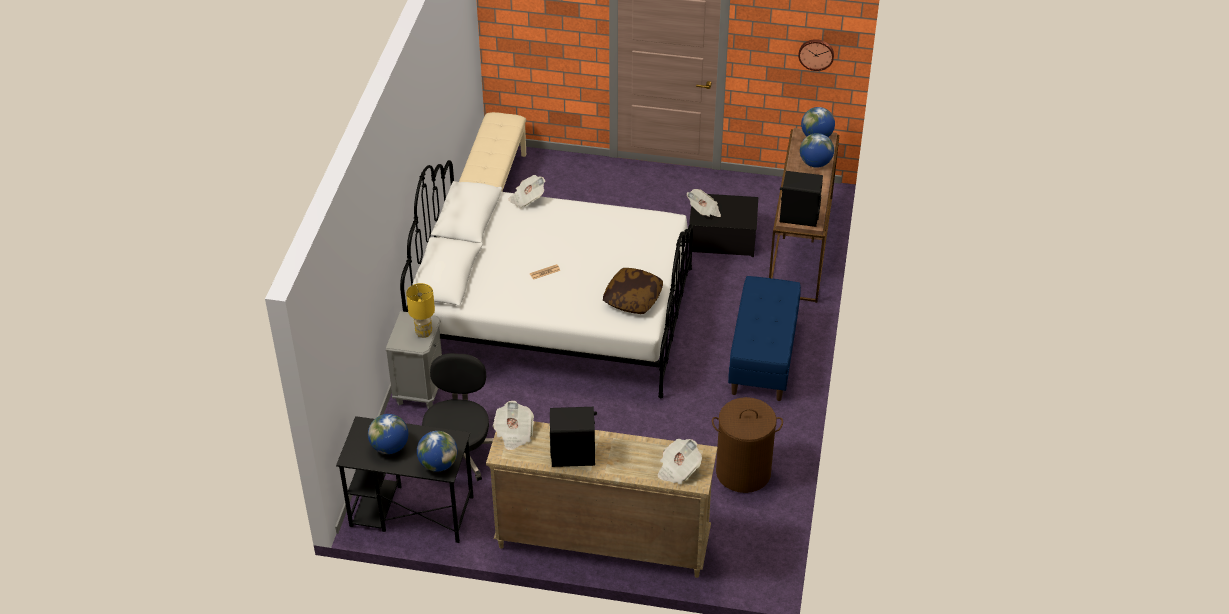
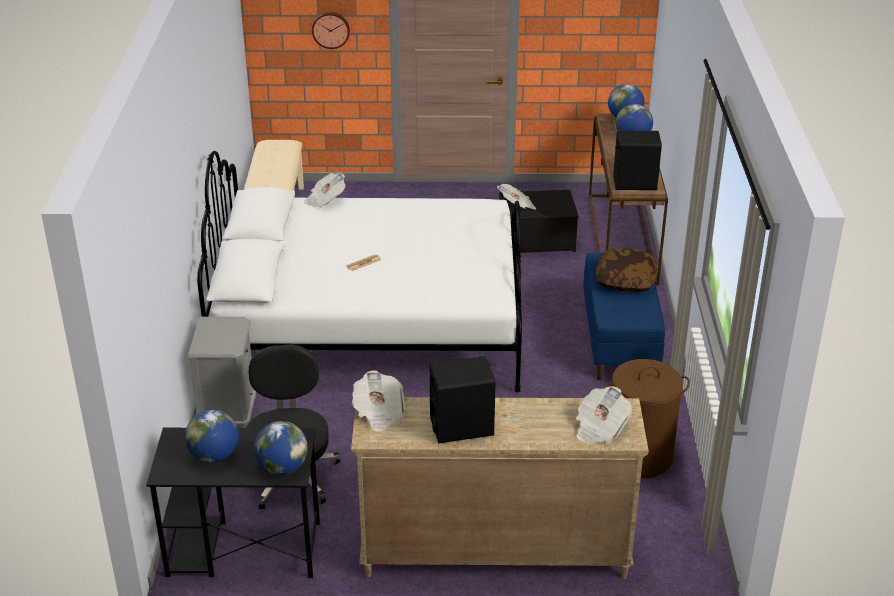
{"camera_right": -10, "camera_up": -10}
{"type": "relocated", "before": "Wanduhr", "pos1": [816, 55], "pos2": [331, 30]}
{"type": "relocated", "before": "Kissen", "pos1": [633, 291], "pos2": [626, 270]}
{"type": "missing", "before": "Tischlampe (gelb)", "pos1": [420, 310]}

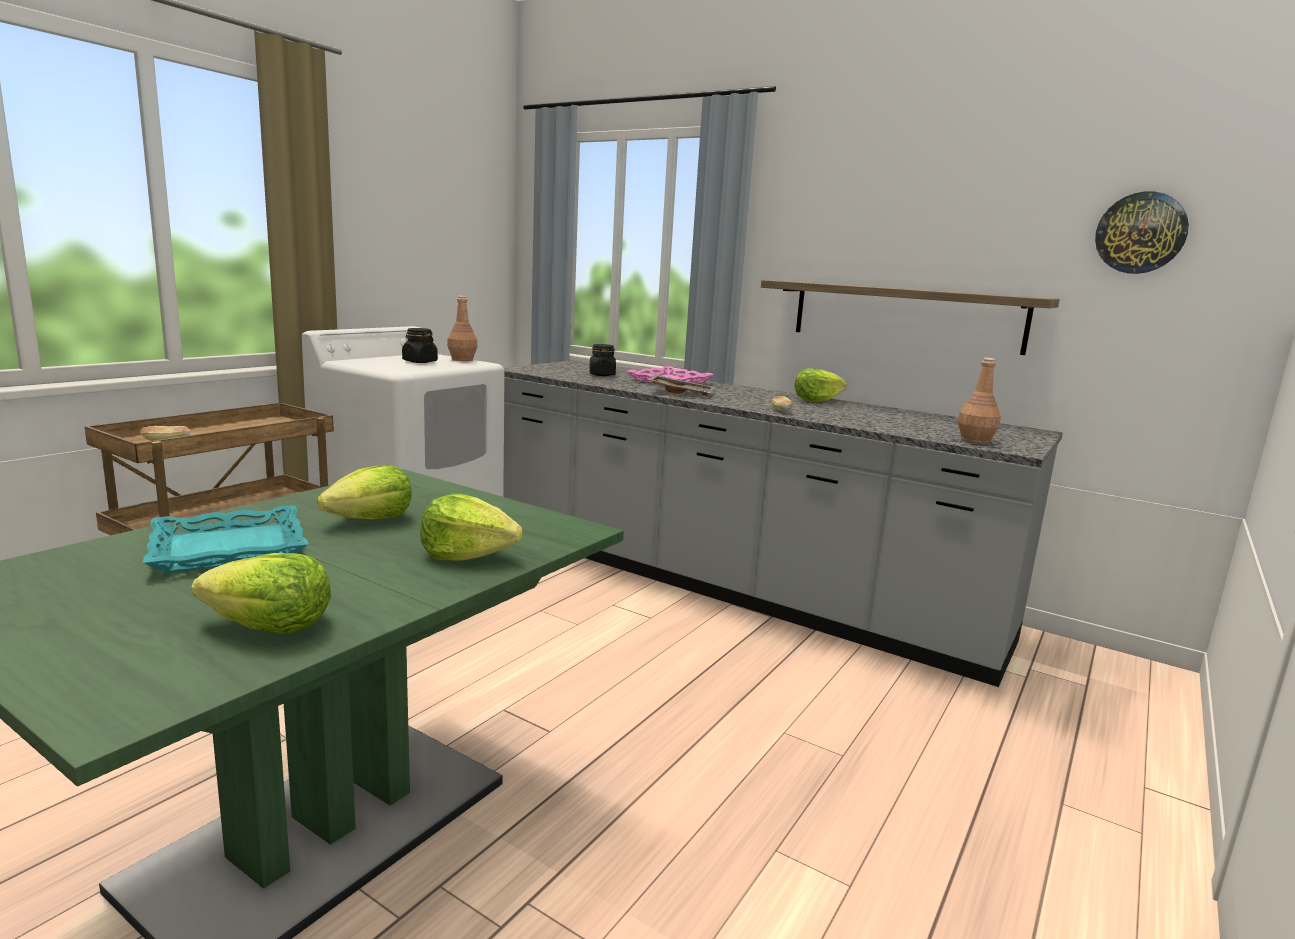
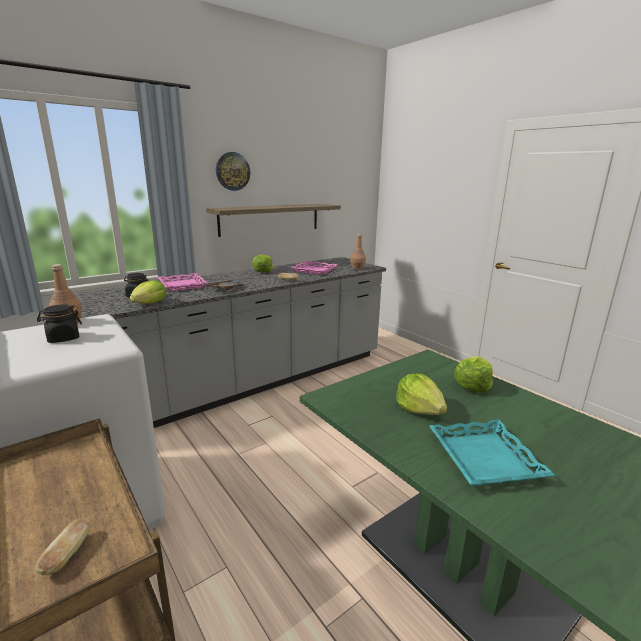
{"camera_right": -70, "camera_up": 5}
{"type": "relocated", "before": "Salatkopf", "pos1": [261, 593], "pos2": [148, 292]}
{"type": "relocated", "before": "Wanduhr", "pos1": [1142, 233], "pos2": [233, 171]}
{"type": "appeared", "after": "Tablett (rosa)", "pos2": [314, 268]}

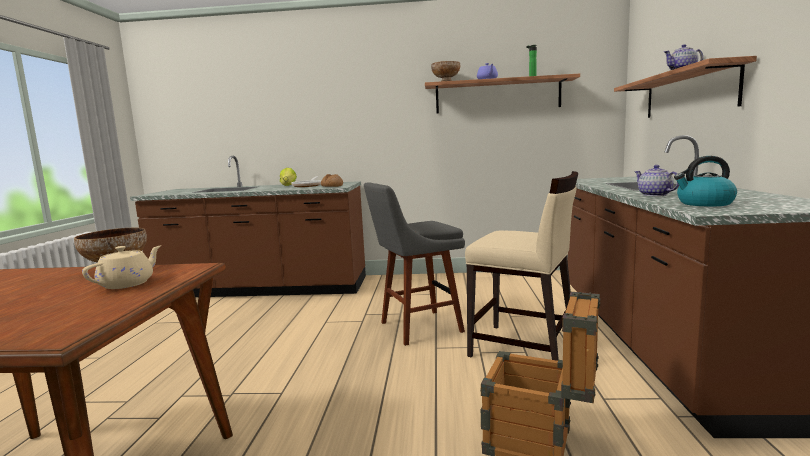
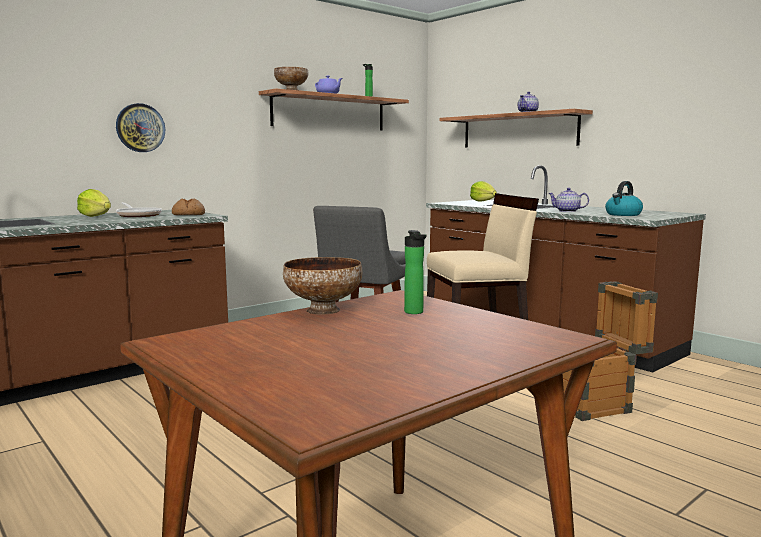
{"camera_right": -45, "camera_up": 0}
{"type": "appeared", "after": "Wanduhr", "pos2": [140, 127]}
{"type": "exchanged", "before": "Teekanne (beige)", "after": "Flasche", "pos1": [121, 267], "pos2": [415, 272]}
{"type": "appeared", "after": "Salatkopf", "pos2": [483, 191]}

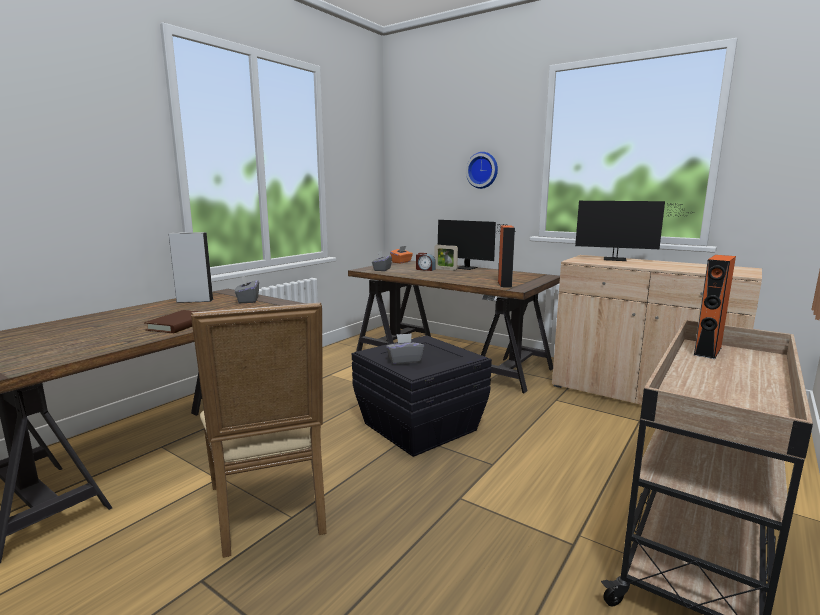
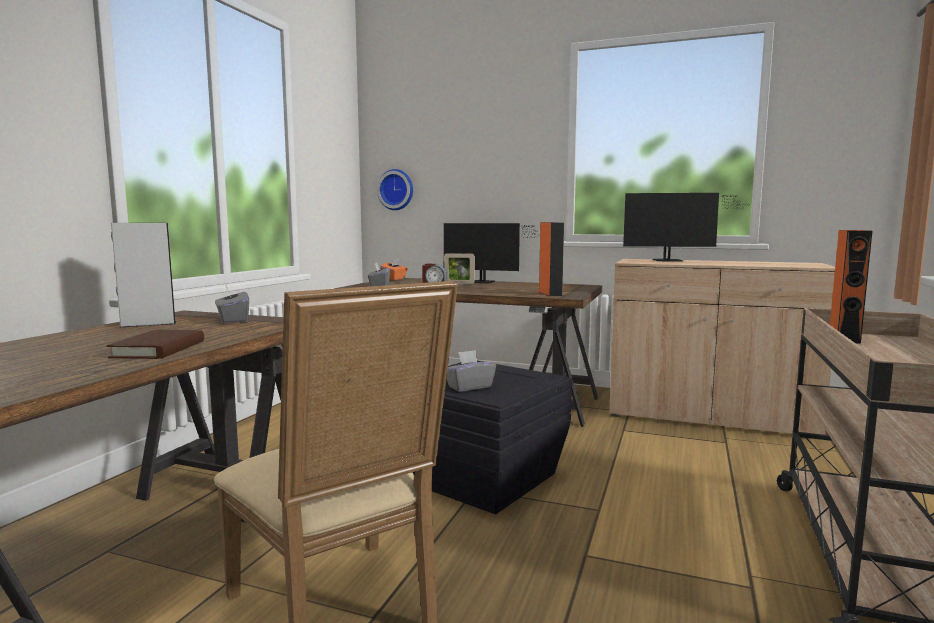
{"camera_right": -15, "camera_up": -5}
{"type": "relocated", "before": "Wanduhr", "pos1": [482, 170], "pos2": [395, 189]}

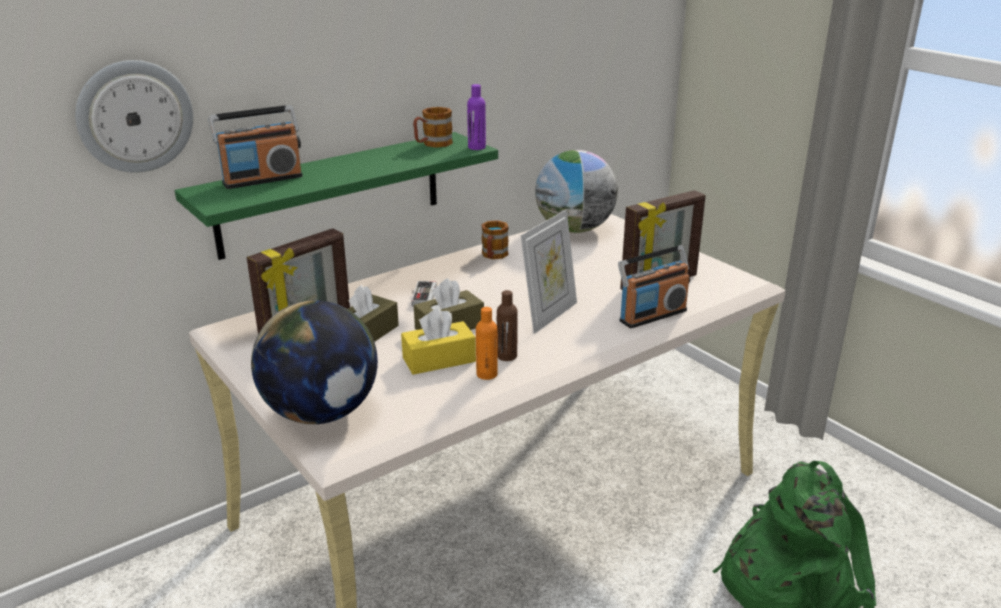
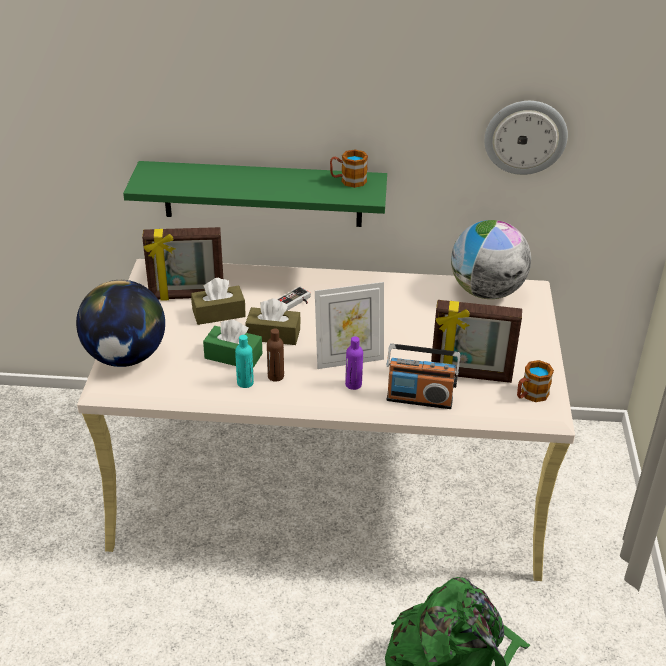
{"camera_right": 40, "camera_up": 10}
{"type": "colour", "before": "Taschentuchbox (gelb)", "after": "Taschentuchbox (grün)", "pos1": [438, 341], "pos2": [232, 344]}
{"type": "colour", "before": "Flasche (orange)", "after": "Flasche (türkis)", "pos1": [487, 343], "pos2": [244, 361]}
{"type": "relocated", "before": "Flasche (lila)", "pos1": [476, 117], "pos2": [354, 363]}
{"type": "relocated", "before": "Wanduhr", "pos1": [134, 116], "pos2": [526, 138]}
{"type": "relocated", "before": "Henkelbecher", "pos1": [495, 239], "pos2": [535, 381]}
{"type": "missing", "before": "Radio", "pos1": [256, 147]}

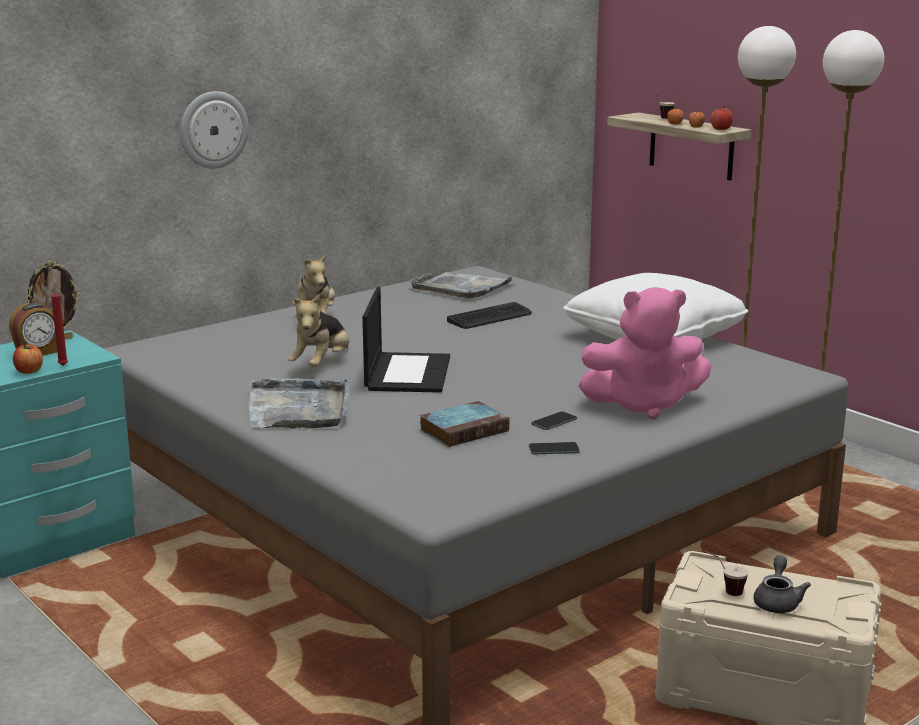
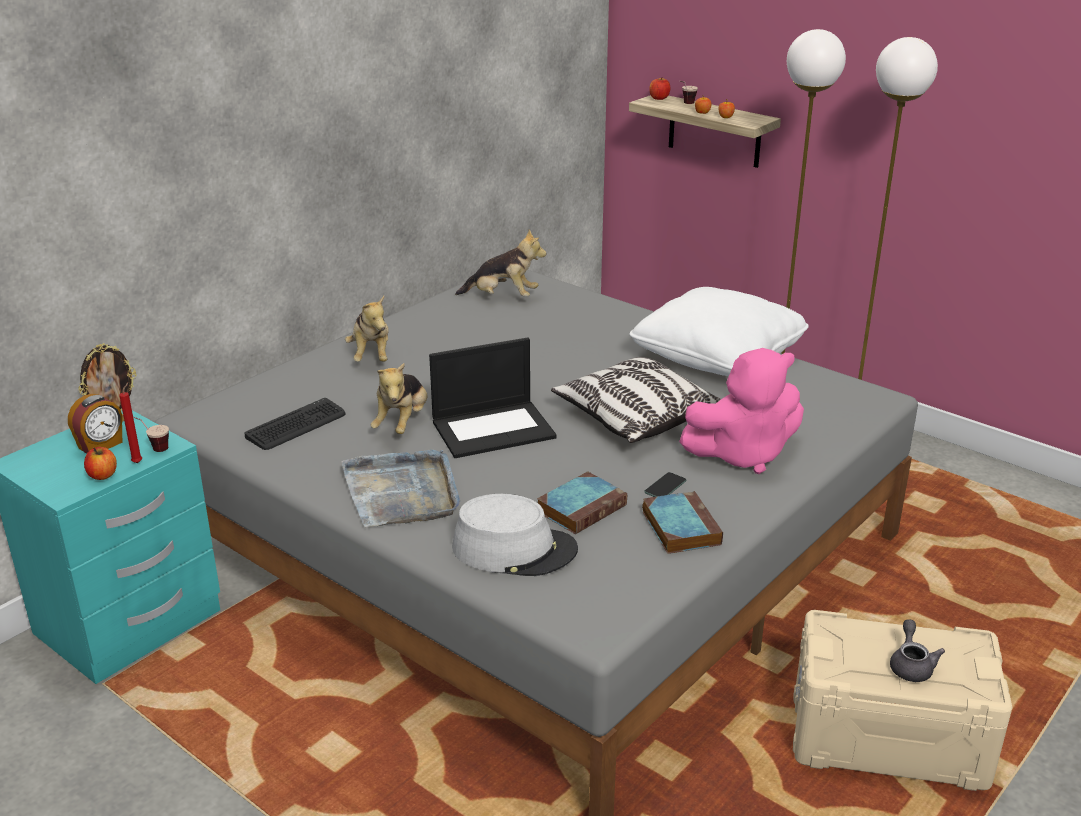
{"camera_right": -10, "camera_up": 10}
{"type": "relocated", "before": "Tasse", "pos1": [726, 573], "pos2": [151, 434]}
{"type": "relocated", "before": "Tastatur", "pos1": [489, 315], "pos2": [295, 424]}
{"type": "spun", "before": "Laptop", "pos1": [406, 340], "pos2": [493, 397], "turn": 75}
{"type": "appeared", "after": "Hut (grau)", "pos2": [515, 535]}
{"type": "exchanged", "before": "Tablett (grau)", "after": "Plüschtier", "pos1": [462, 285], "pos2": [500, 263]}
{"type": "appeared", "after": "Kissen", "pos2": [636, 399]}
{"type": "exchanged", "before": "Handy", "after": "Buch", "pos1": [554, 448], "pos2": [682, 522]}
{"type": "relocated", "before": "Apfel", "pos1": [722, 118], "pos2": [659, 88]}
{"type": "missing", "before": "Wanduhr", "pos1": [214, 130]}

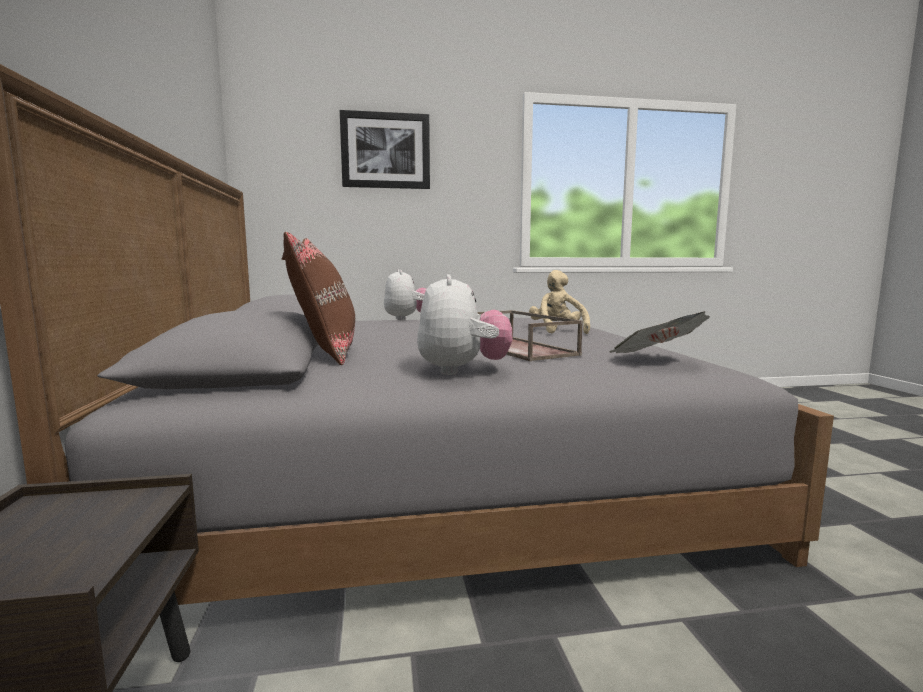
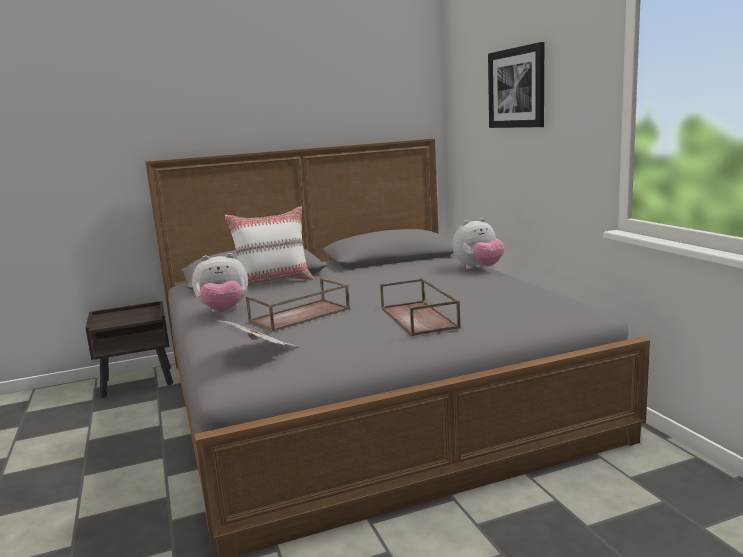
{"camera_right": 80, "camera_up": 5}
{"type": "colour", "before": "Kissen (braun)", "after": "Kissen (weiß)", "pos1": [318, 298], "pos2": [269, 246]}
{"type": "exchanged", "before": "Plüschtier (beige)", "after": "Tablett (braun)", "pos1": [559, 302], "pos2": [420, 307]}

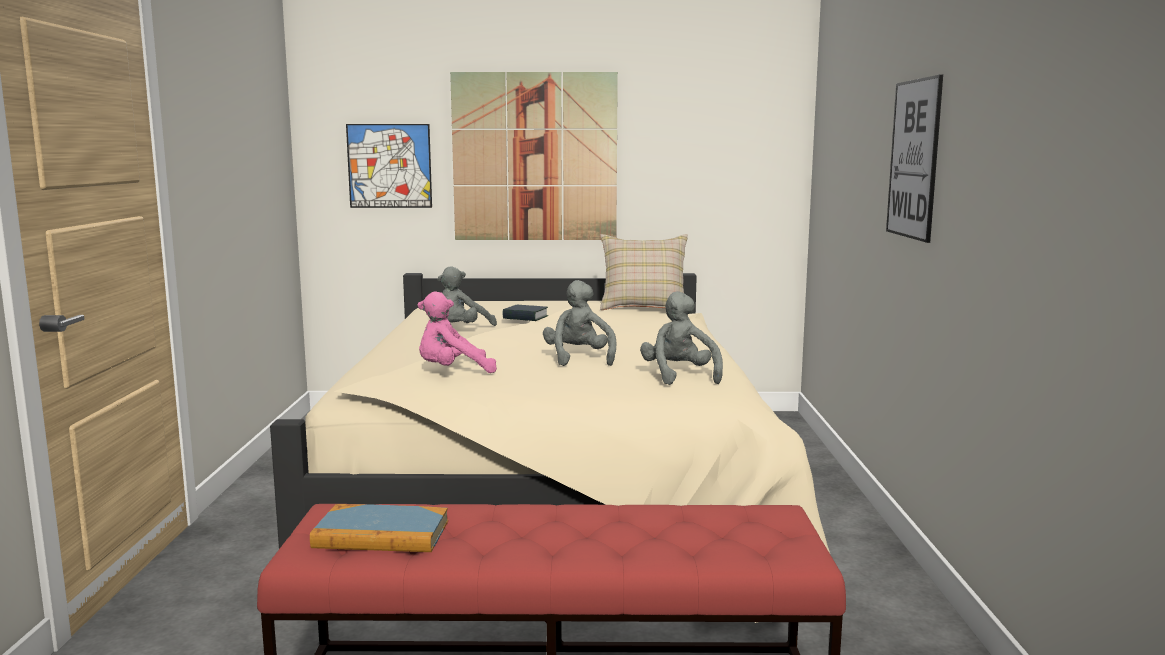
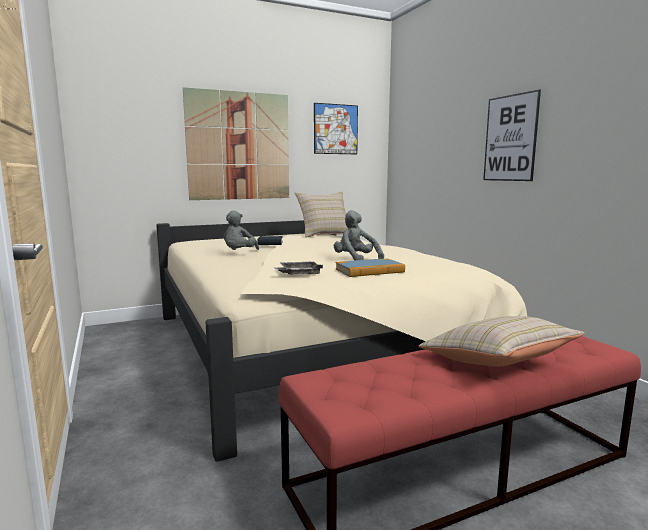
{"camera_right": -25, "camera_up": 0}
{"type": "exchanged", "before": "Plüschtier (rosa)", "after": "Tablett (grau)", "pos1": [457, 332], "pos2": [298, 268]}
{"type": "relocated", "before": "Bild", "pos1": [389, 166], "pos2": [336, 128]}
{"type": "relocated", "before": "Buch", "pos1": [379, 528], "pos2": [370, 268]}
{"type": "appeared", "after": "Kissen (beige)", "pos2": [502, 341]}
{"type": "missing", "before": "Plüschtier (grau)", "pos1": [681, 338]}

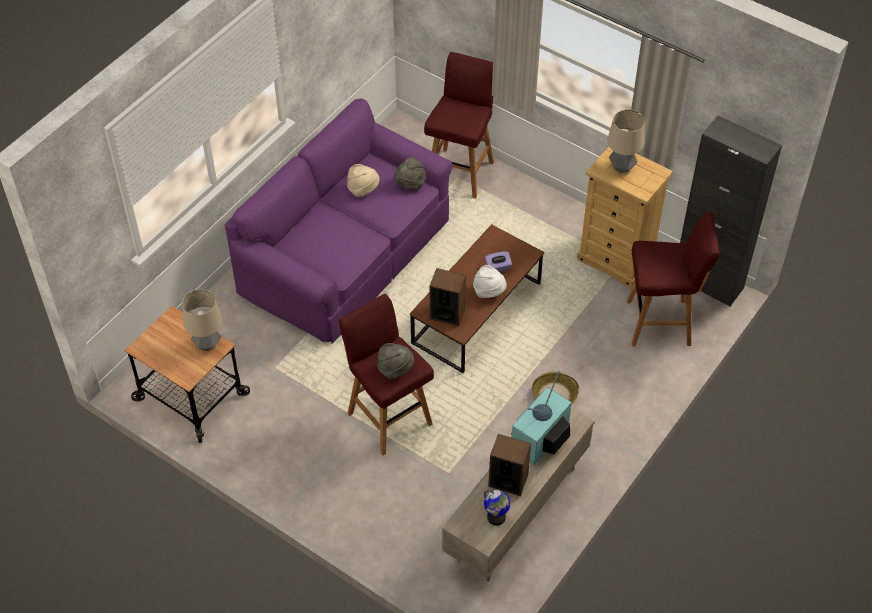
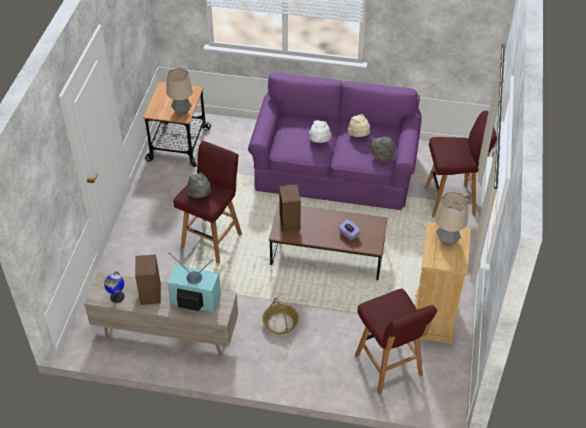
{"camera_right": 65, "camera_up": -5}
{"type": "relocated", "before": "Hut (weiß)", "pos1": [490, 281], "pos2": [320, 131]}
{"type": "missing", "before": "Schrank (schwarz)", "pos1": [731, 211]}

